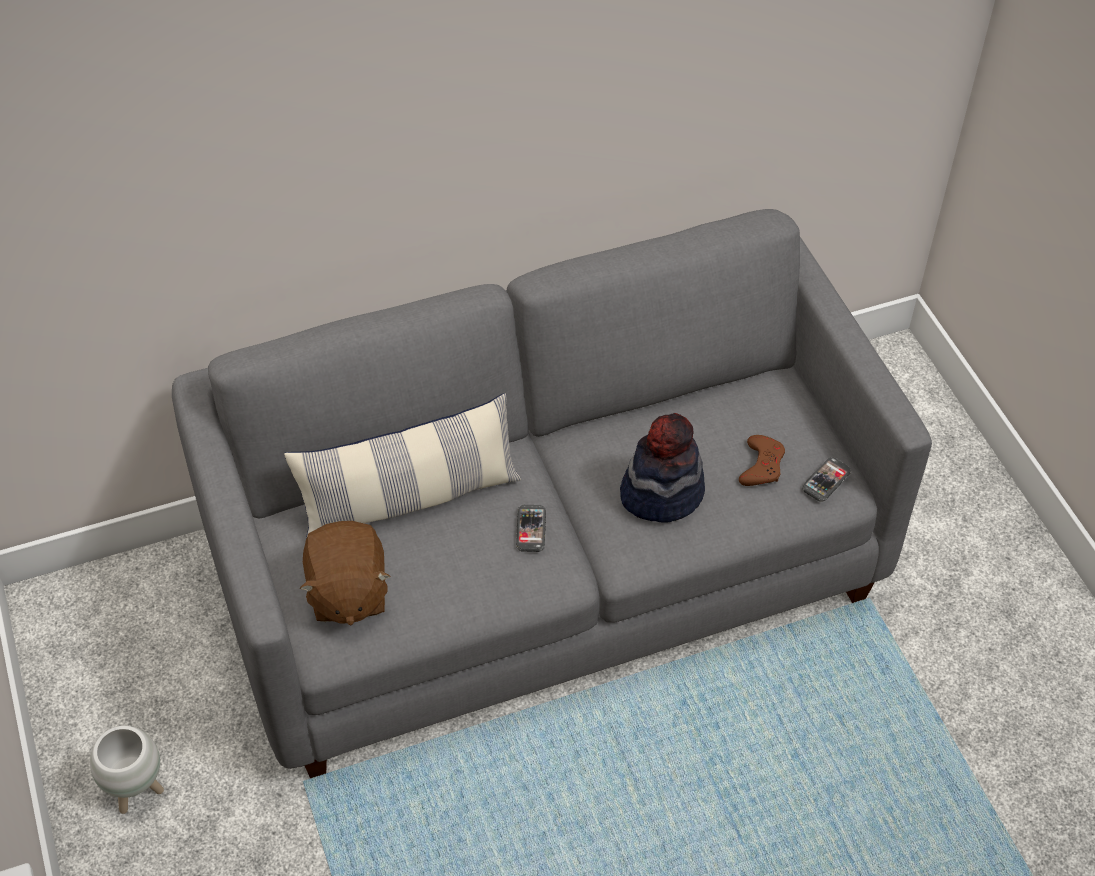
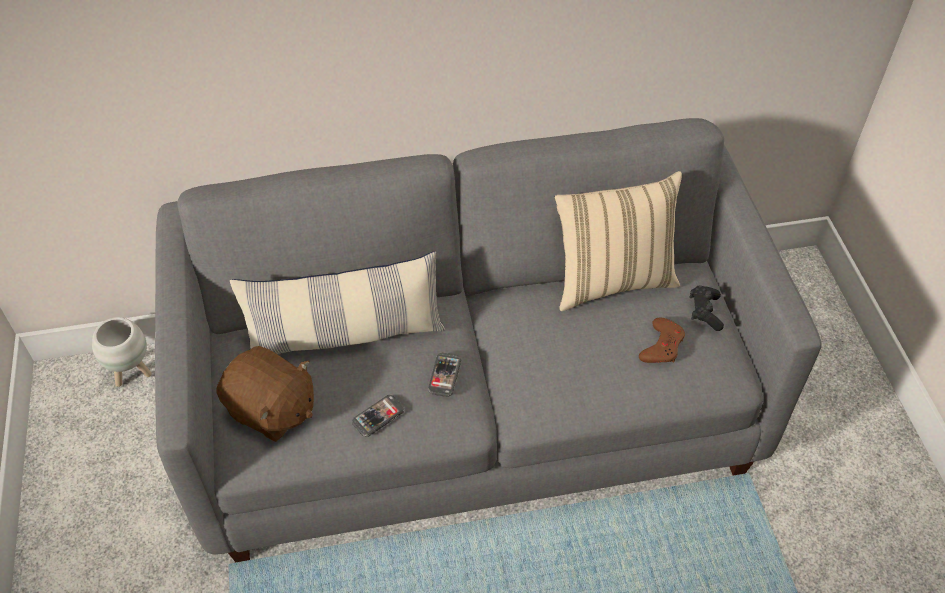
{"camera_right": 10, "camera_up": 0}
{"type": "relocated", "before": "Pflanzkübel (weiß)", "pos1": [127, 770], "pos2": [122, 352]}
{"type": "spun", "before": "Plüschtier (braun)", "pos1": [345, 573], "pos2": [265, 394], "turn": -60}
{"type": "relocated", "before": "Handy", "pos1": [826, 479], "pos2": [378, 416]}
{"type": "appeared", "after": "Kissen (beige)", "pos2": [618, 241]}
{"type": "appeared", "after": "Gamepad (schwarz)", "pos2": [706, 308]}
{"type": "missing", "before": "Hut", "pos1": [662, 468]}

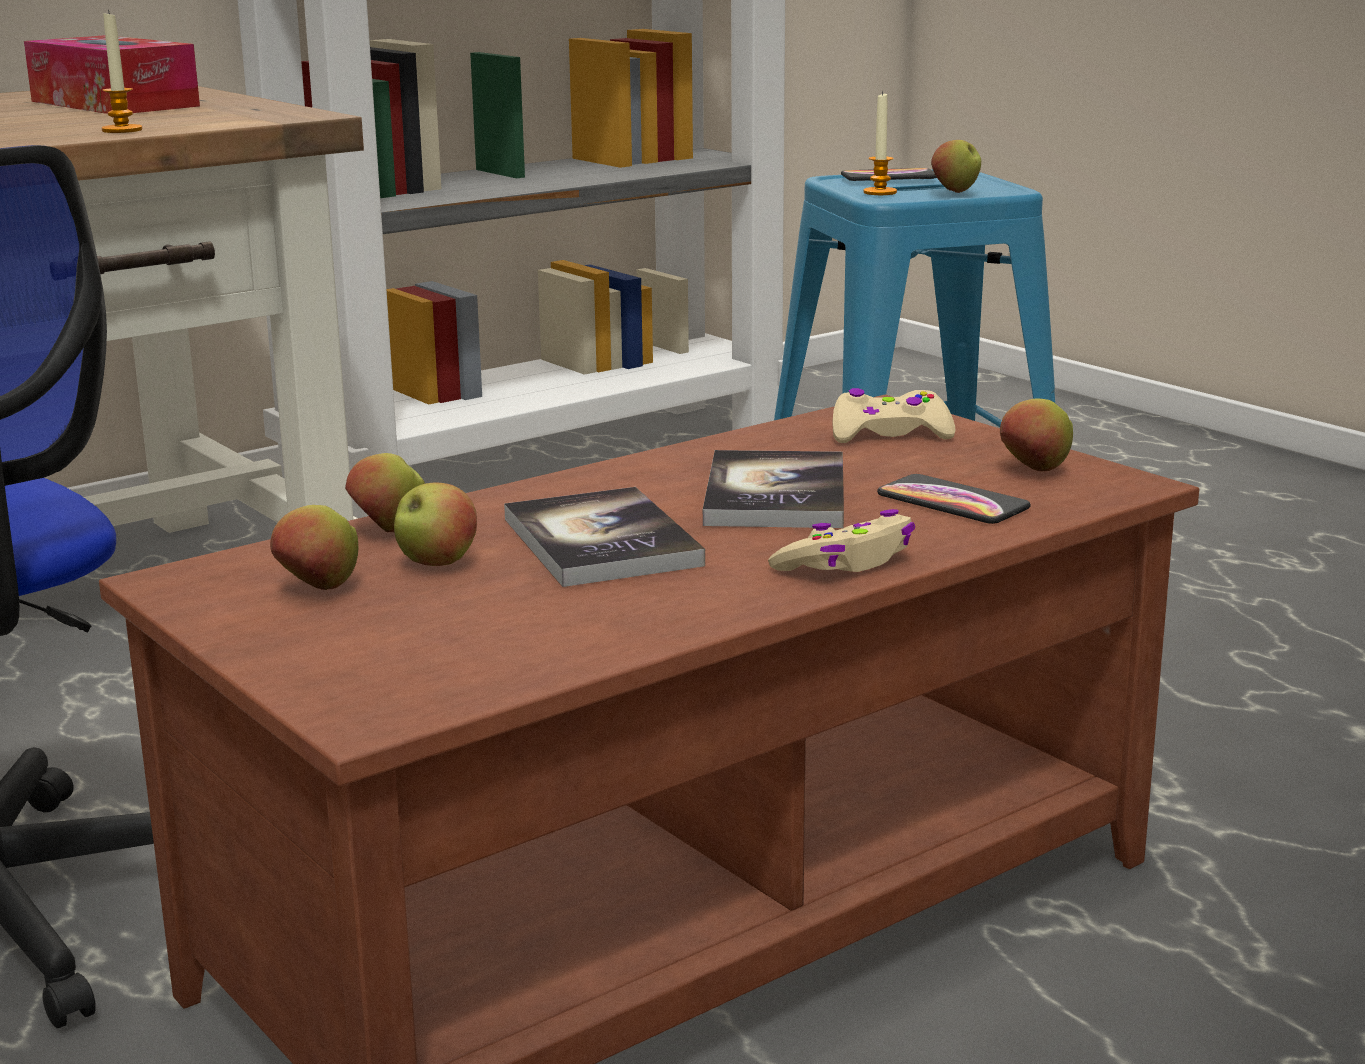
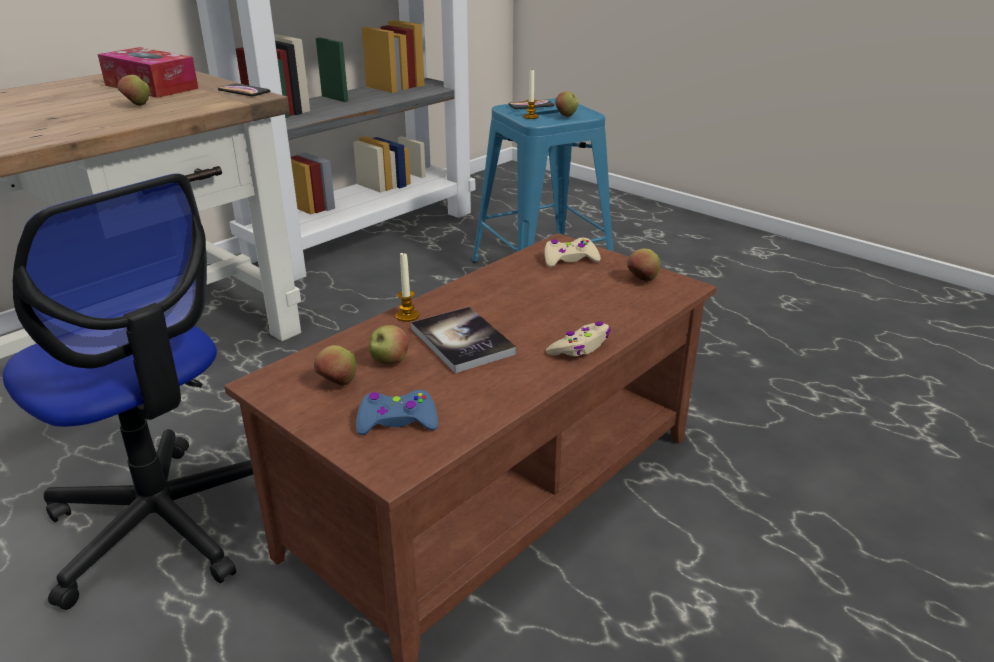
{"camera_right": -10, "camera_up": 10}
{"type": "relocated", "before": "Apfel", "pos1": [385, 492], "pos2": [134, 90]}
{"type": "relocated", "before": "Handy", "pos1": [954, 499], "pos2": [244, 90]}
{"type": "appeared", "after": "Gamepad (blau)", "pos2": [397, 412]}
{"type": "relocated", "before": "Kerze", "pos1": [122, 71], "pos2": [407, 287]}
{"type": "missing", "before": "Buch", "pos1": [773, 489]}

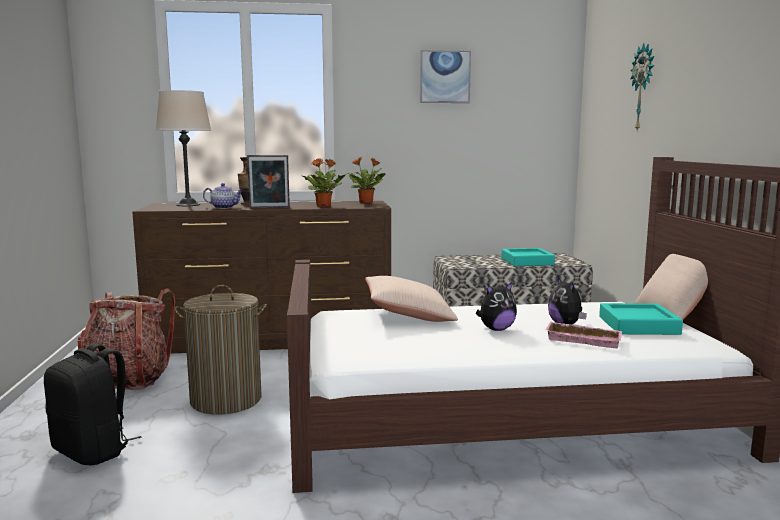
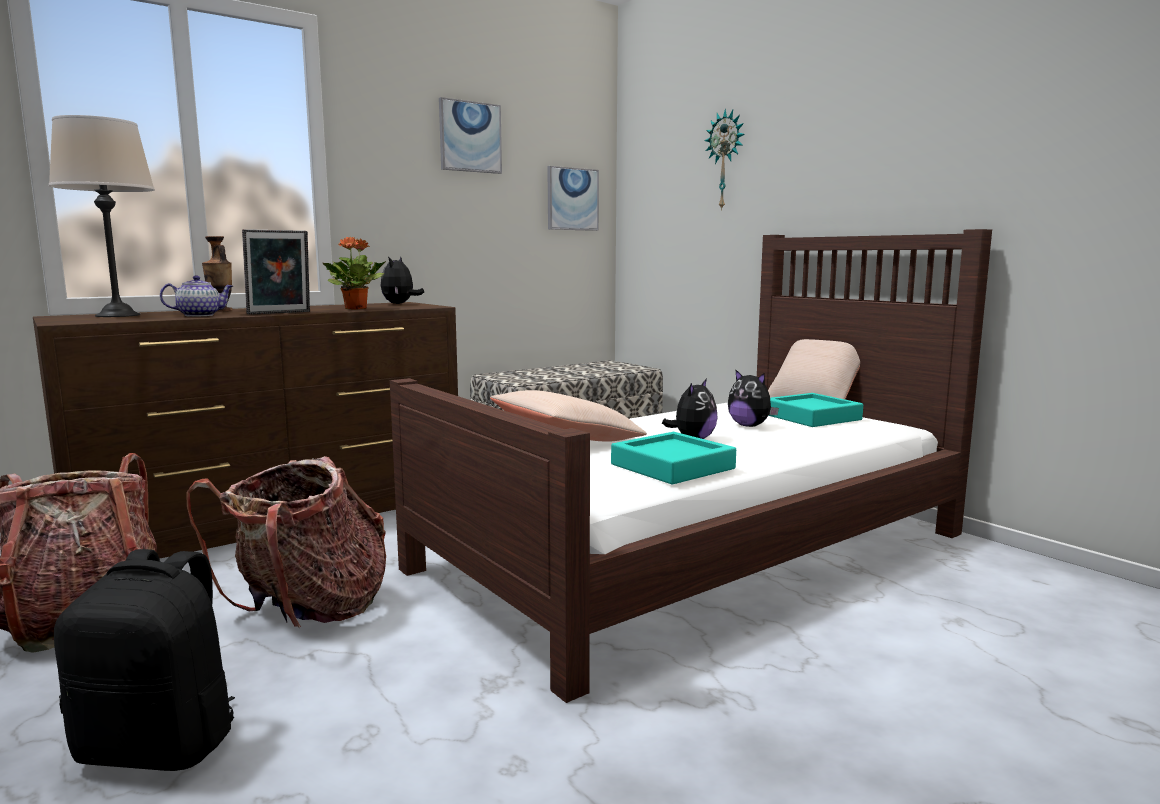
{"camera_right": -30, "camera_up": 0}
{"type": "exchanged", "before": "Wäschekorb", "after": "Rucksack", "pos1": [220, 349], "pos2": [286, 542]}
{"type": "exchanged", "before": "Topfpflanze", "after": "Plüschtier", "pos1": [366, 180], "pos2": [402, 280]}
{"type": "appeared", "after": "Bild", "pos2": [573, 198]}
{"type": "relocated", "before": "Tablett (türkis)", "pos1": [528, 257], "pos2": [673, 458]}
{"type": "missing", "before": "Tablett (rosa)", "pos1": [583, 334]}

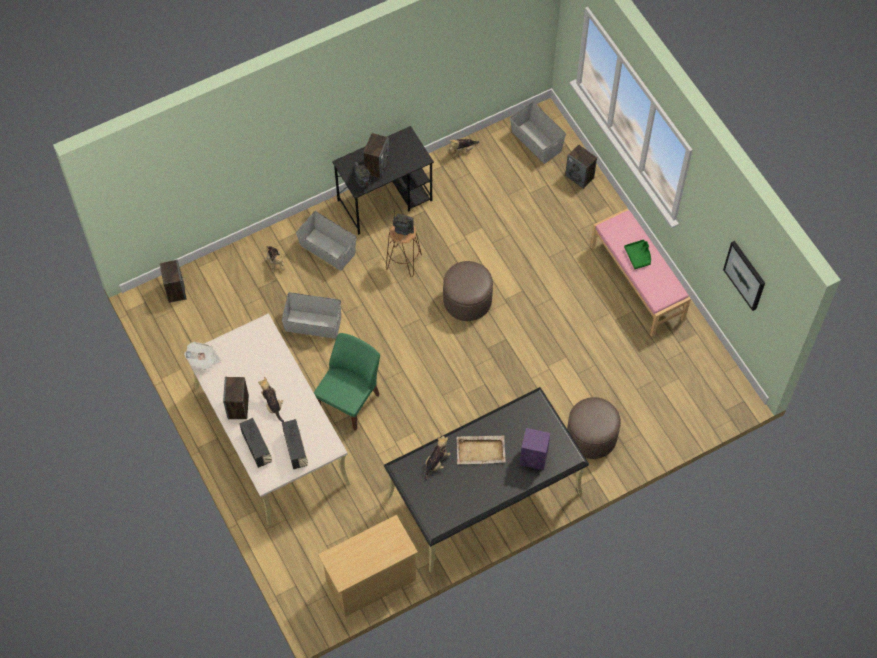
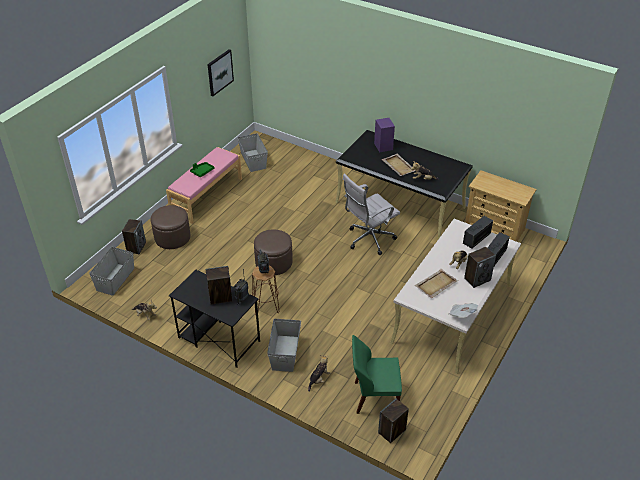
{"camera_right": -120, "camera_up": -20}
{"type": "relocated", "before": "Polsterhocker (braun)", "pos1": [594, 428], "pos2": [170, 227]}
{"type": "relocated", "before": "Aufbewahrungsbox (grau)", "pos1": [311, 315], "pos2": [252, 152]}
{"type": "appeared", "after": "Bürostuhl (weiß)", "pos2": [371, 214]}
{"type": "relocated", "before": "Stuhl (grün)", "pos1": [347, 382], "pos2": [377, 374]}
{"type": "appeared", "after": "Tablett (beige)", "pos2": [436, 283]}

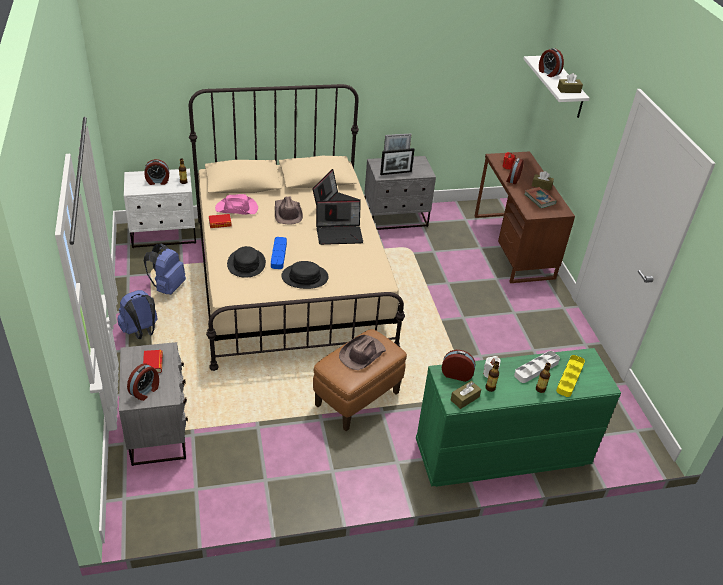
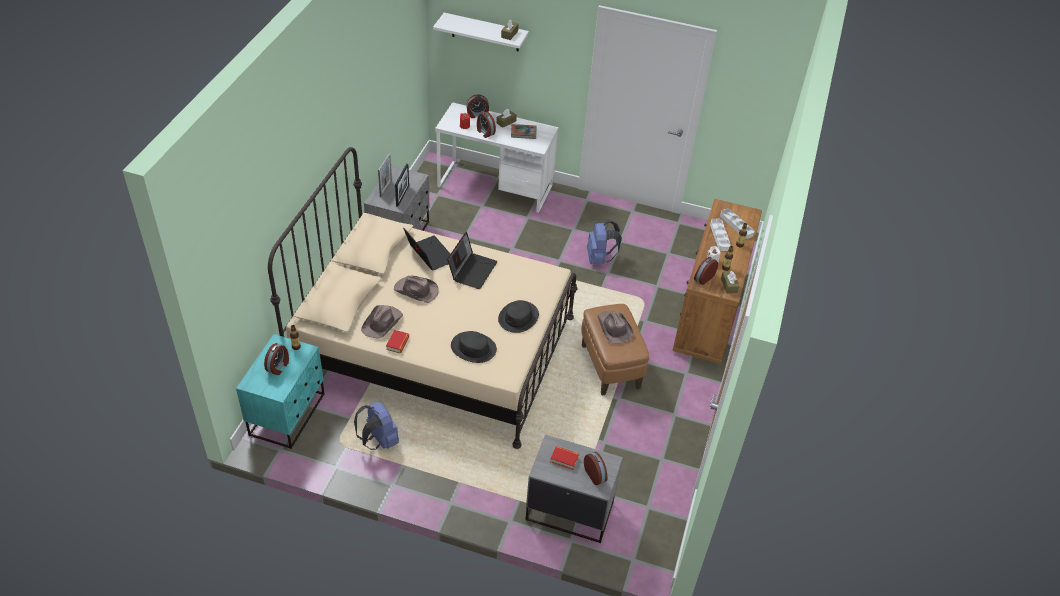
{"camera_right": -60, "camera_up": 5}
{"type": "colour", "before": "Nachttisch (weiß)", "after": "Nachttisch (türkis)", "pos1": [160, 208], "pos2": [280, 391]}
{"type": "colour", "before": "Hut (rosa)", "after": "Hut (braun)", "pos1": [236, 204], "pos2": [382, 322]}
{"type": "colour", "before": "Schreibtisch (braun)", "after": "Schreibtisch (weiß)", "pos1": [524, 217], "pos2": [496, 157]}
{"type": "relocated", "before": "Wecker", "pos1": [551, 62], "pos2": [478, 106]}
{"type": "relocated", "before": "Rucksack (blau)", "pos1": [138, 314], "pos2": [604, 242]}
{"type": "colour", "before": "Kommode (grün)", "after": "Kommode (braun)", "pos1": [518, 417], "pos2": [717, 281]}
{"type": "colour", "before": "Tablett (gelb)", "after": "Tablett (grau)", "pos1": [570, 376], "pos2": [737, 224]}
{"type": "missing", "before": "Tablett (blau)", "pos1": [279, 253]}

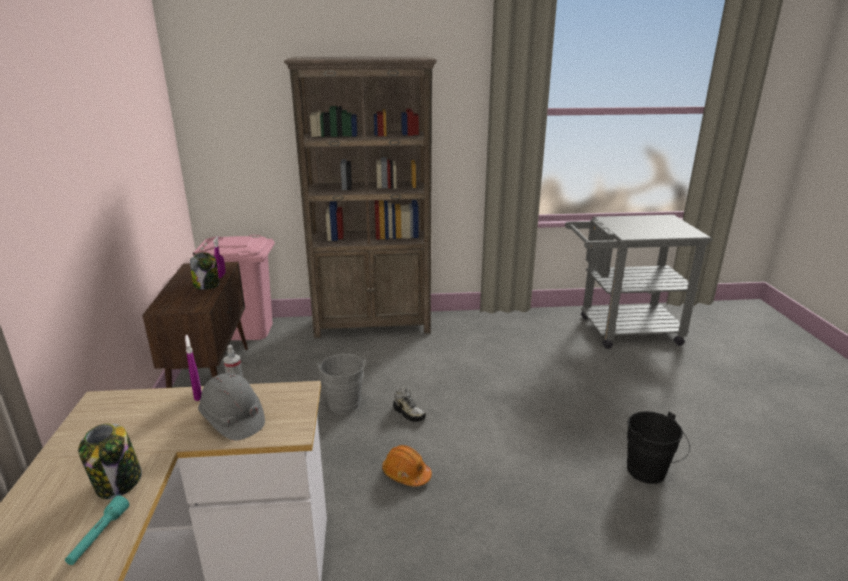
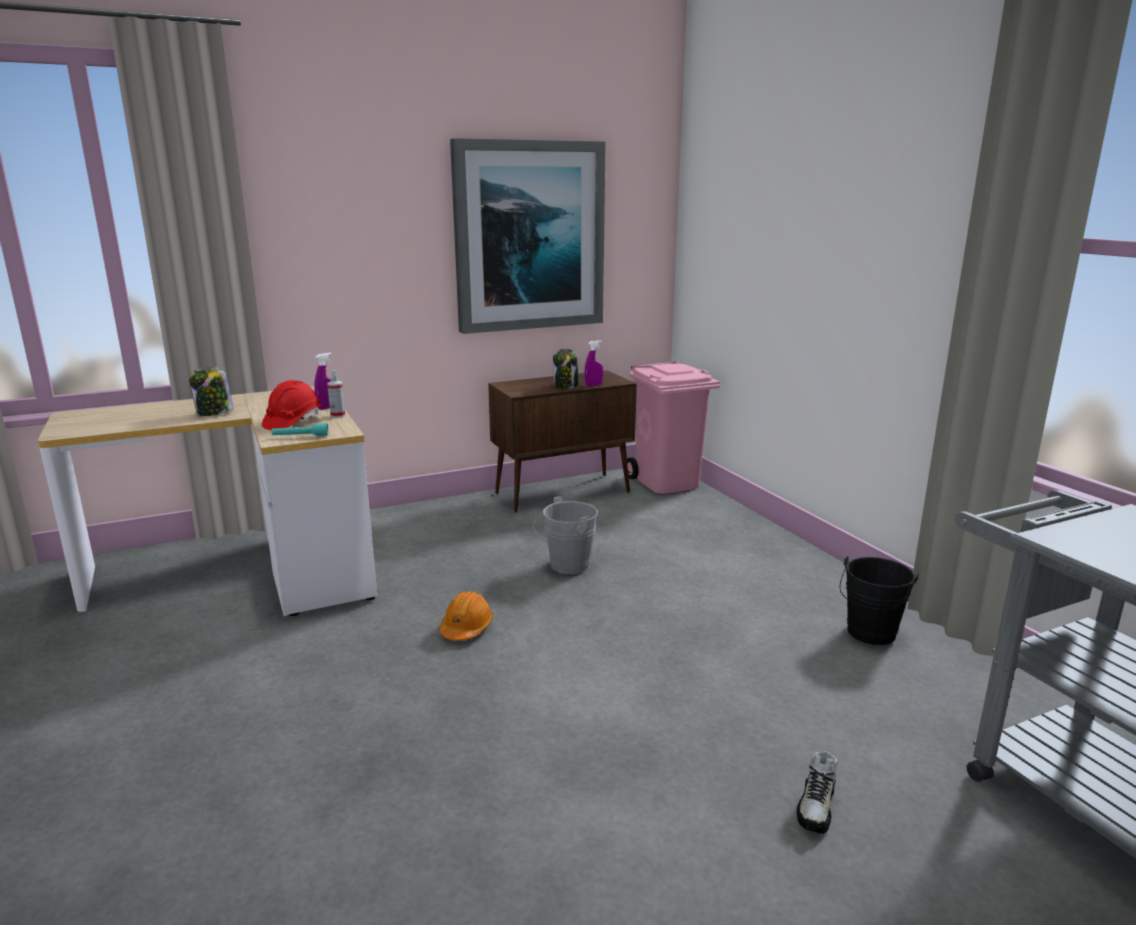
{"camera_right": 70, "camera_up": -5}
{"type": "colour", "before": "Schutzhelm (grau)", "after": "Schutzhelm (rot)", "pos1": [231, 407], "pos2": [291, 405]}
{"type": "relocated", "before": "Taschenlampe (türkis)", "pos1": [97, 530], "pos2": [300, 429]}
{"type": "appeared", "after": "Bild", "pos2": [528, 236]}
{"type": "relocated", "before": "Schuh", "pos1": [409, 404], "pos2": [817, 792]}
{"type": "relocated", "before": "Eimer (schwarz)", "pos1": [658, 447], "pos2": [879, 600]}
{"type": "missing", "before": "Bücherregal (braun)", "pos1": [360, 197]}

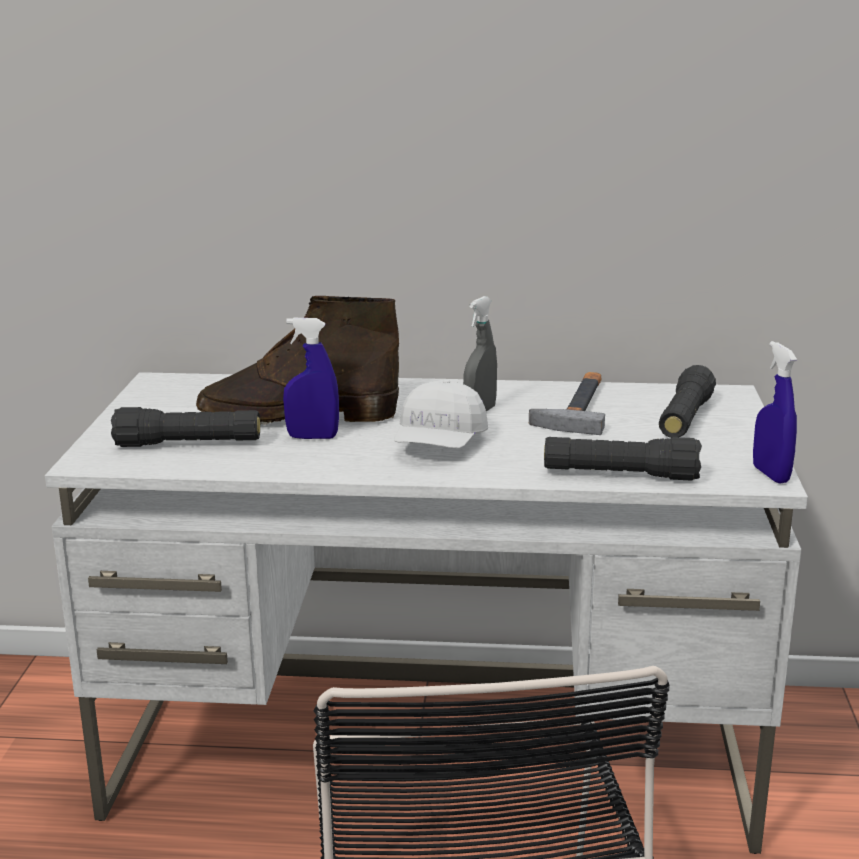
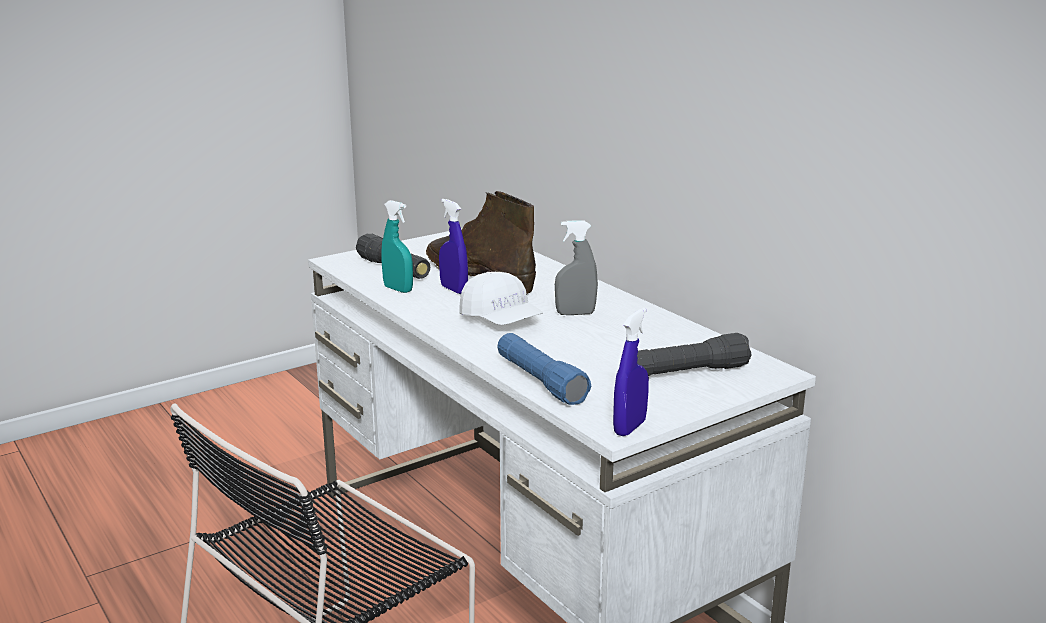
{"camera_right": 50, "camera_up": 0}
{"type": "appeared", "after": "Sprühflasche (türkis)", "pos2": [397, 246]}
{"type": "spun", "before": "Kappe (weiß)", "pos1": [441, 414], "pos2": [501, 298], "turn": -105}
{"type": "colour", "before": "Taschenlampe (schwarz)", "after": "Taschenlampe (blau)", "pos1": [623, 459], "pos2": [544, 369]}
{"type": "missing", "before": "Hammer", "pos1": [567, 403]}

